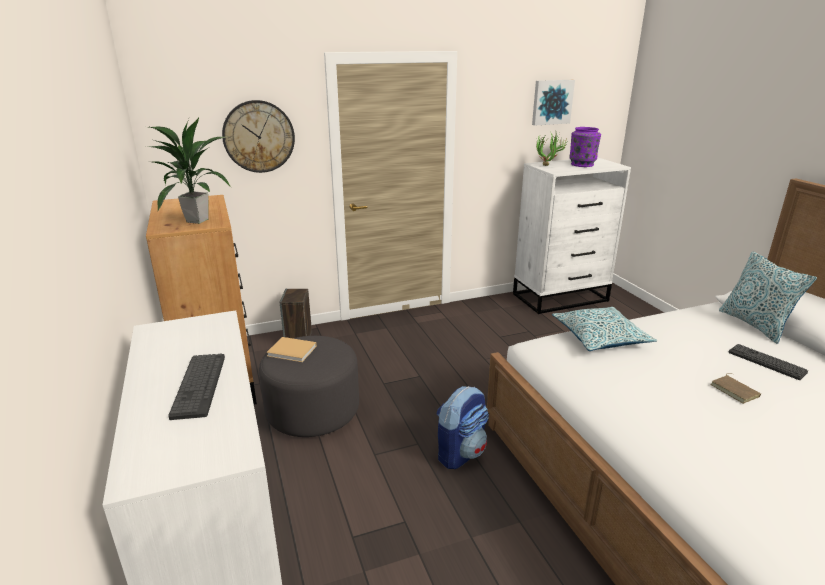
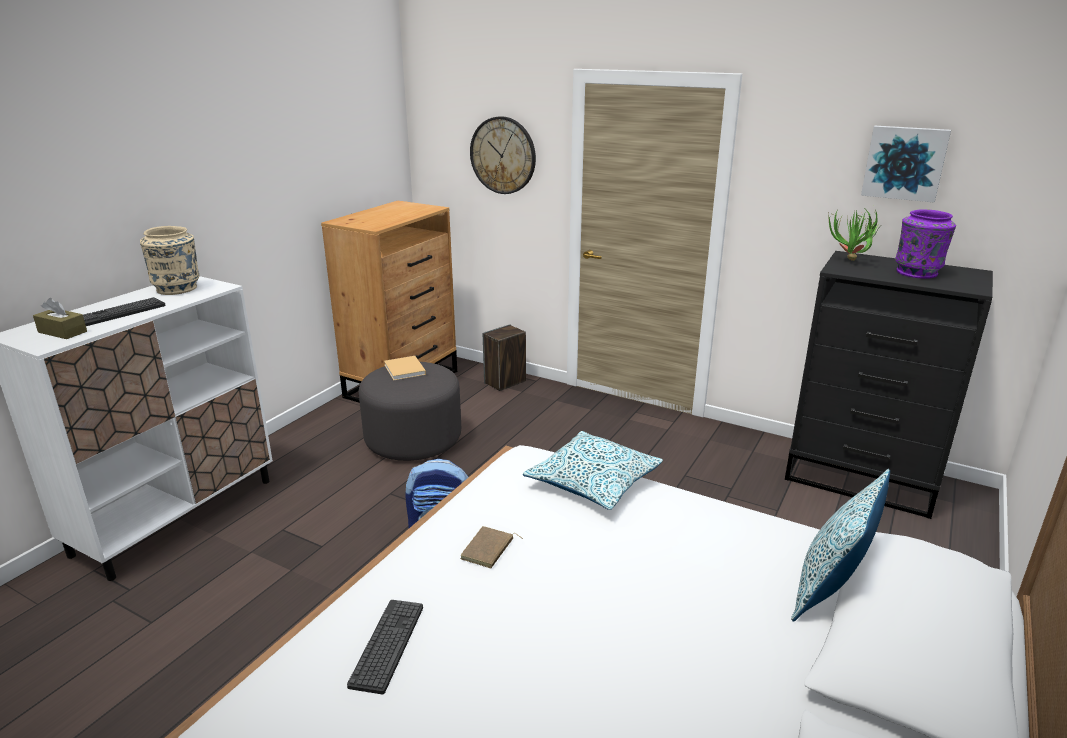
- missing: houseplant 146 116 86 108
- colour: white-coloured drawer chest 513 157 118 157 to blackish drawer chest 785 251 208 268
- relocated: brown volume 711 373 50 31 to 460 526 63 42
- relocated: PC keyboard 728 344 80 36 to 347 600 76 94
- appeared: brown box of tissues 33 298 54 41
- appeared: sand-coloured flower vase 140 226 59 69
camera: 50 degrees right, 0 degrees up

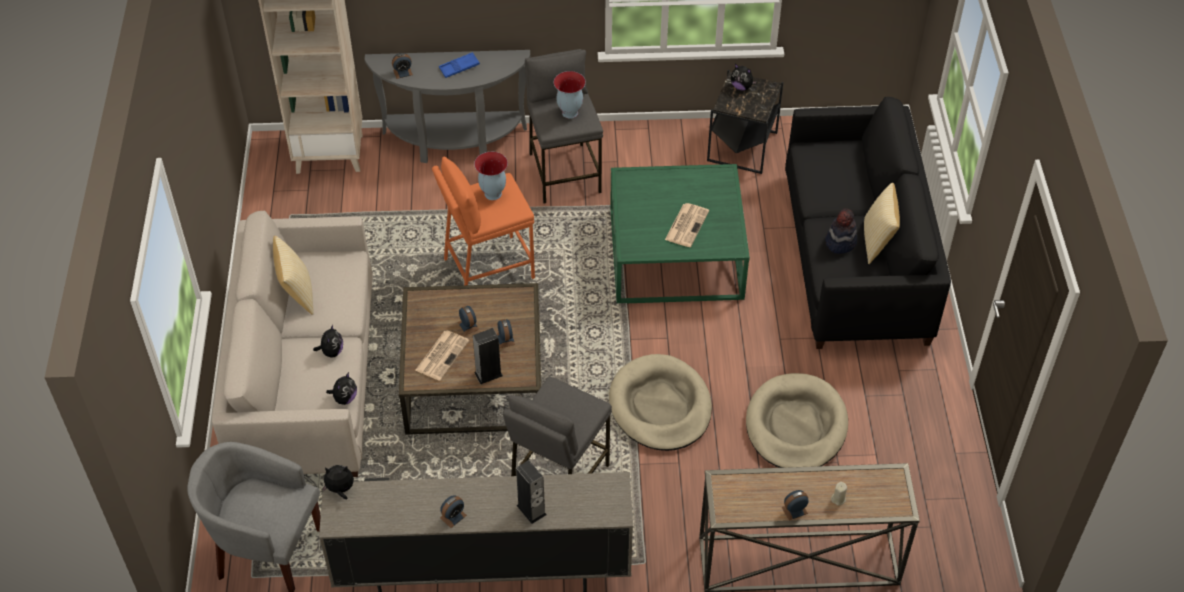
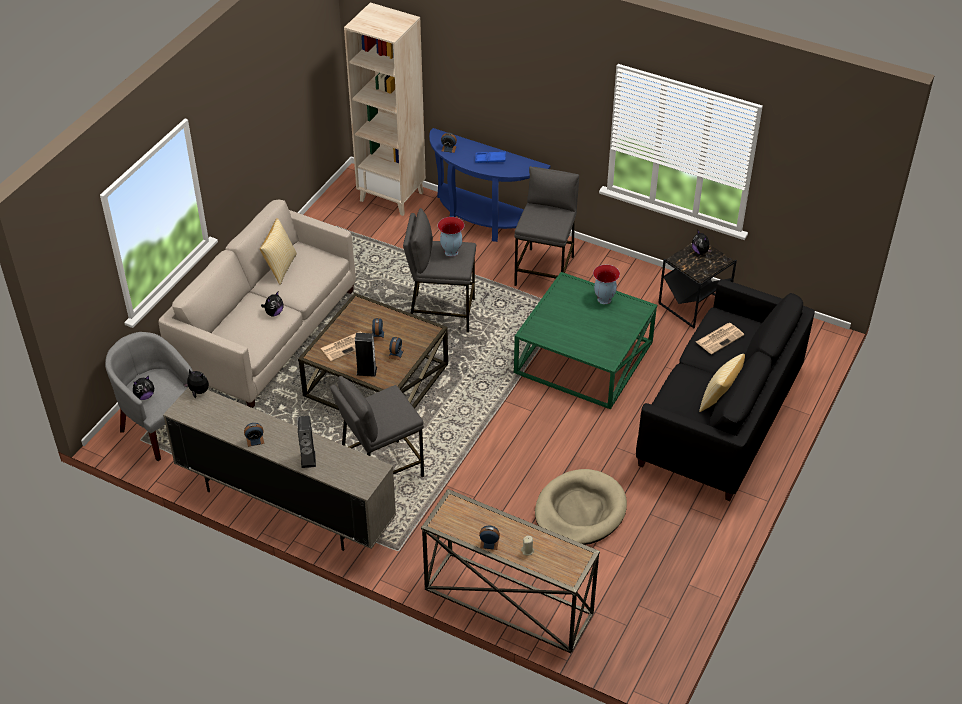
- relocated: cuddly toy 326 372 31 33 to 133 376 21 24
- colour: greyish narrow table 364 50 166 113 to bluish narrow table 429 128 121 114
- colour: orange stool 432 157 103 128 to greyish stool 403 208 73 125
- relocated: flower vase 554 71 32 48 to 593 265 27 39
- missing: sand-coloured pet bed 609 354 103 97
- relocated: newspaper 665 203 44 44 to 696 323 48 31
- missing: clothing hat 825 209 32 45
camera: 30 degrees right, 5 degrees down

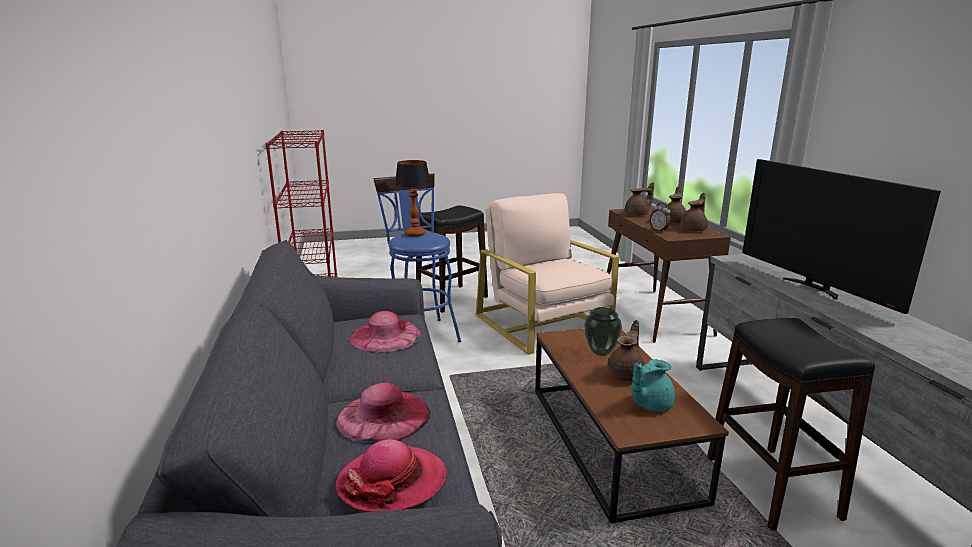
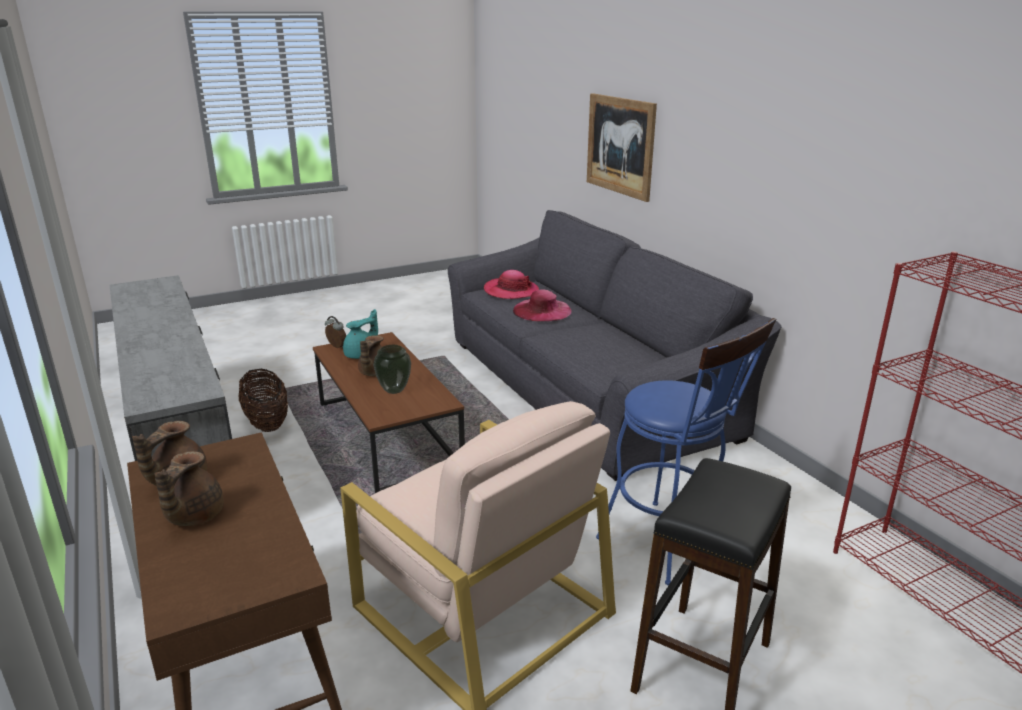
- missing: pink-coloured clothing hat 350 311 71 42
- missing: tabletop lamp 395 160 36 77
- missing: brown teapot 625 182 29 34
- relocated: bedside clock 650 203 21 29 to 325 316 21 32
- exchanged: blackish stool 707 318 168 213 to household basket 238 369 50 63
- missing: TV set 742 159 199 155
- appeared: picture 587 94 70 108
camera: 165 degrees right, 5 degrees up

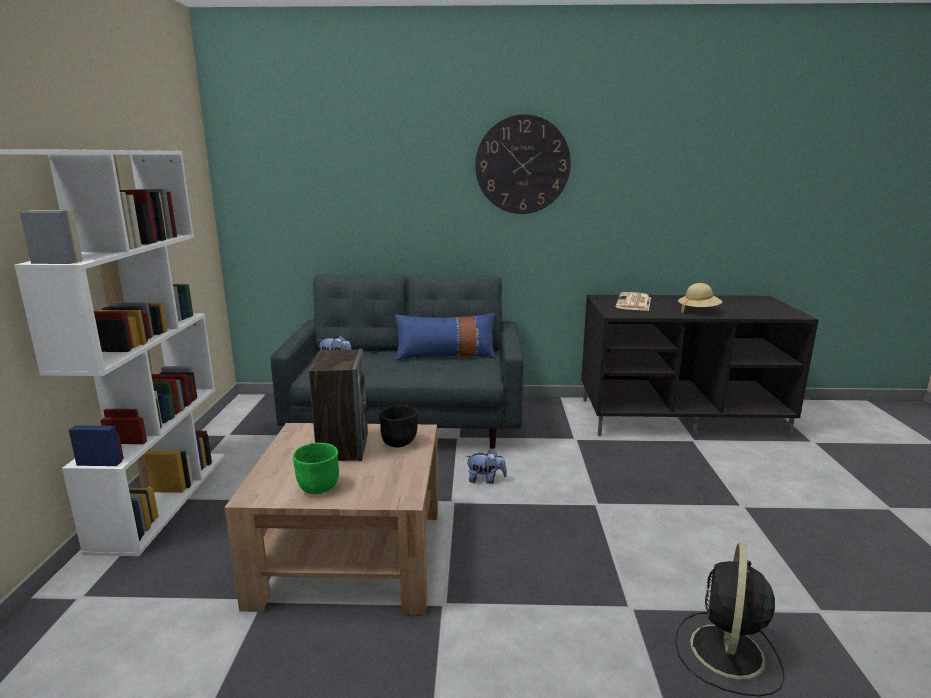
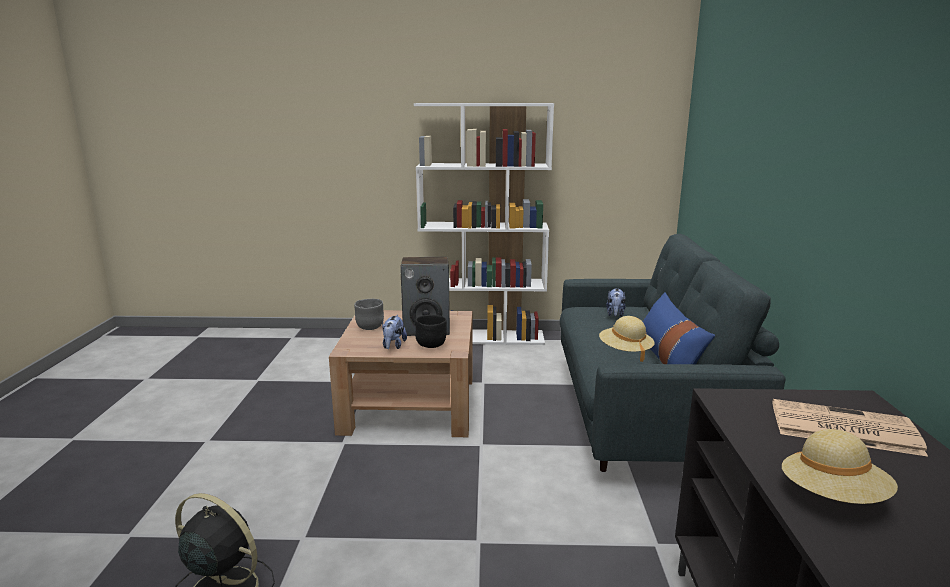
- colour: green deep dish 293 443 46 51 to greyish deep dish 354 299 30 31
- relocated: cuddly toy 466 450 41 34 to 382 315 25 34
- missing: clock on the wall 475 114 96 100
- appeared: sand-coloured clothing hat 599 316 56 46
camera: 90 degrees right, 0 degrees up

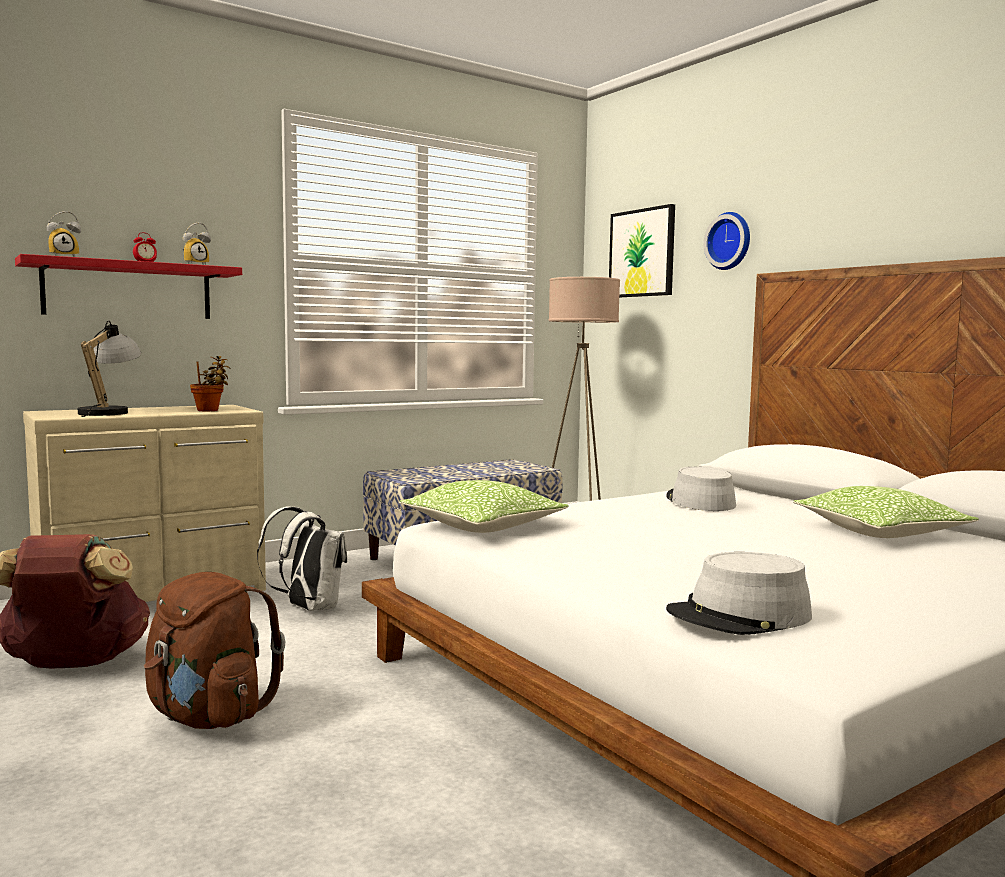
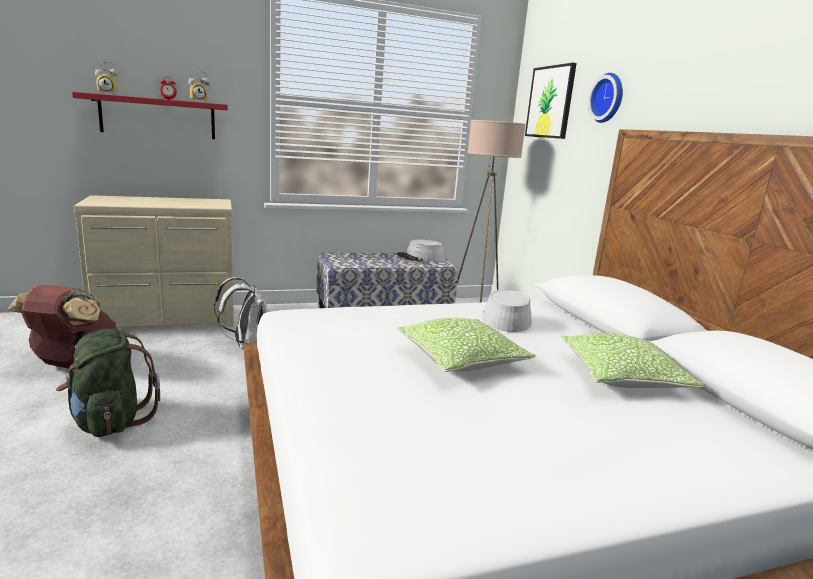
- missing: tabletop lamp 78 321 63 96
- colour: brown backpack 144 572 141 157 to green backpack 56 328 104 109
- missing: houseplant 190 356 41 55
- relocated: cushion 399 480 170 53 to 396 318 140 54
- relocated: greyish clothing hat 666 552 146 83 to 397 239 47 23
camera: 15 degrees right, 10 degrees up

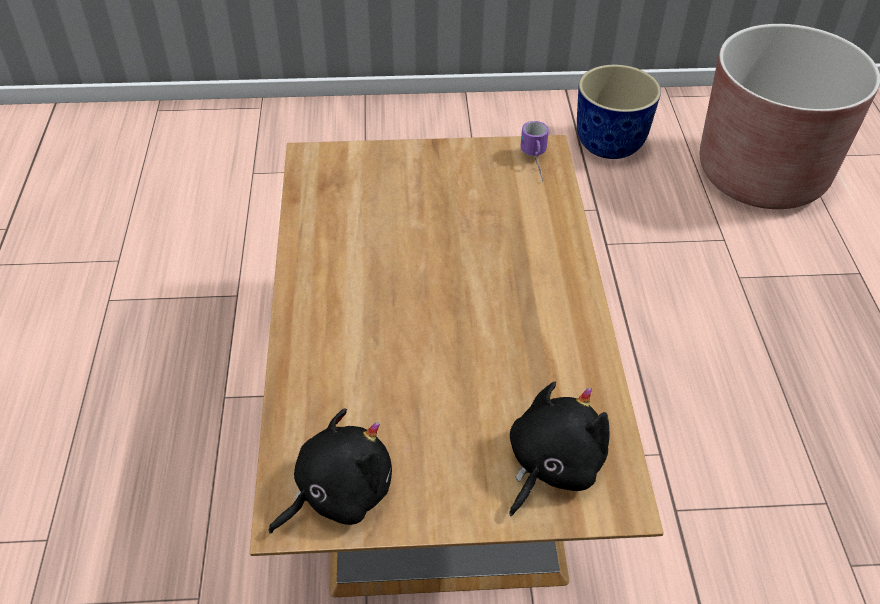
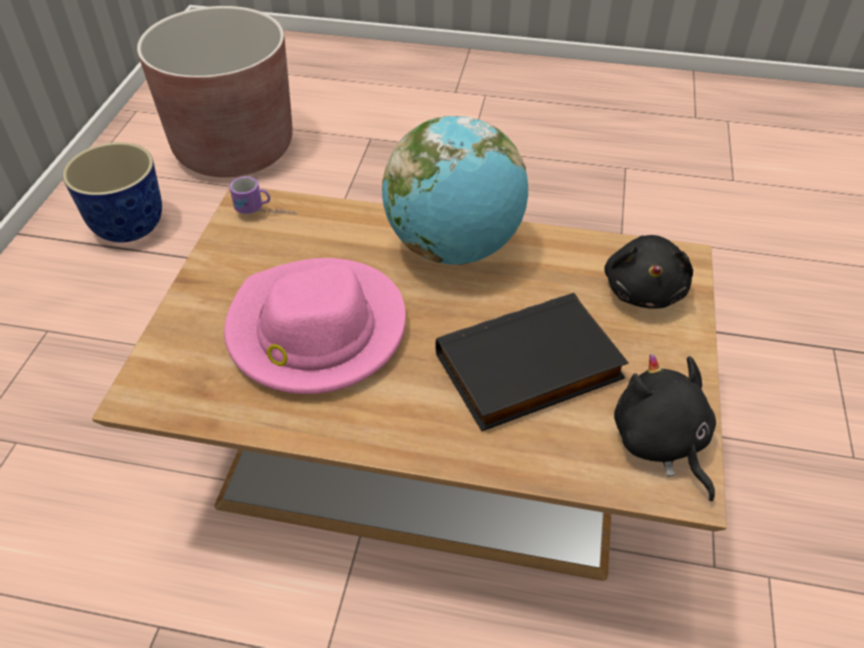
- spun: blackish cuddly toy 509 381 100 136 = 604 235 89 74 135 degrees counterclockwise
- appeared: pink-coloured clothing hat 224 258 182 136
- appeared: globe 382 116 146 149
- appeared: blackish volume 435 293 194 138
camera: 75 degrees left, 0 degrees up

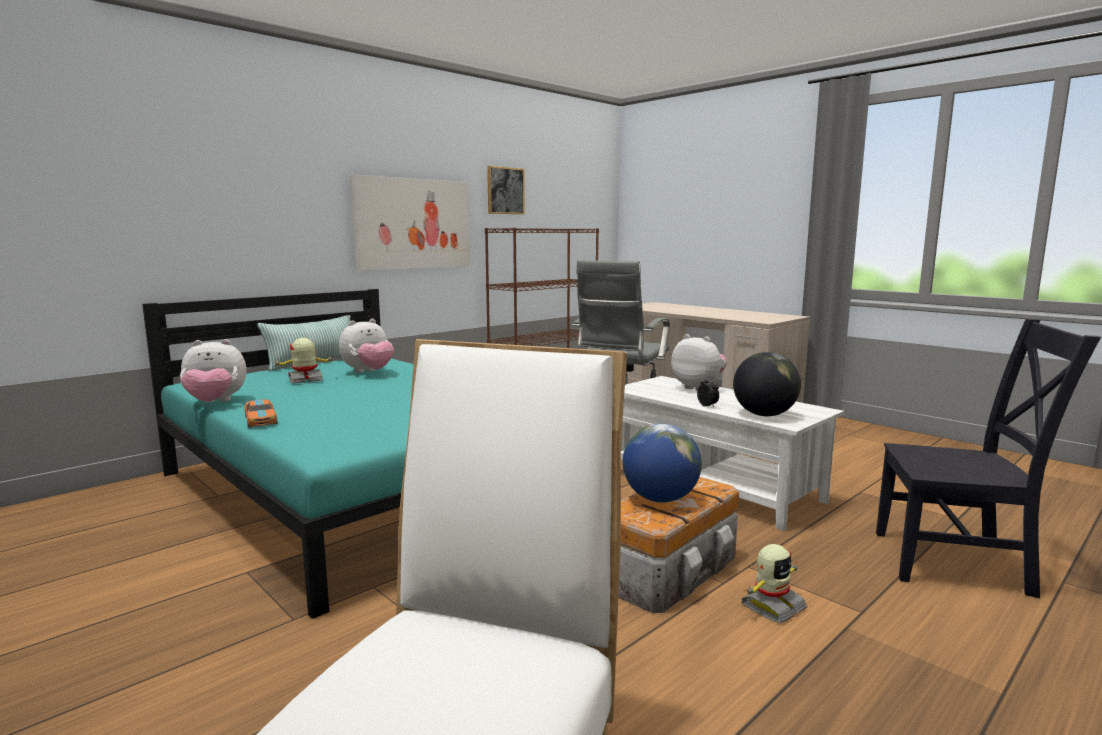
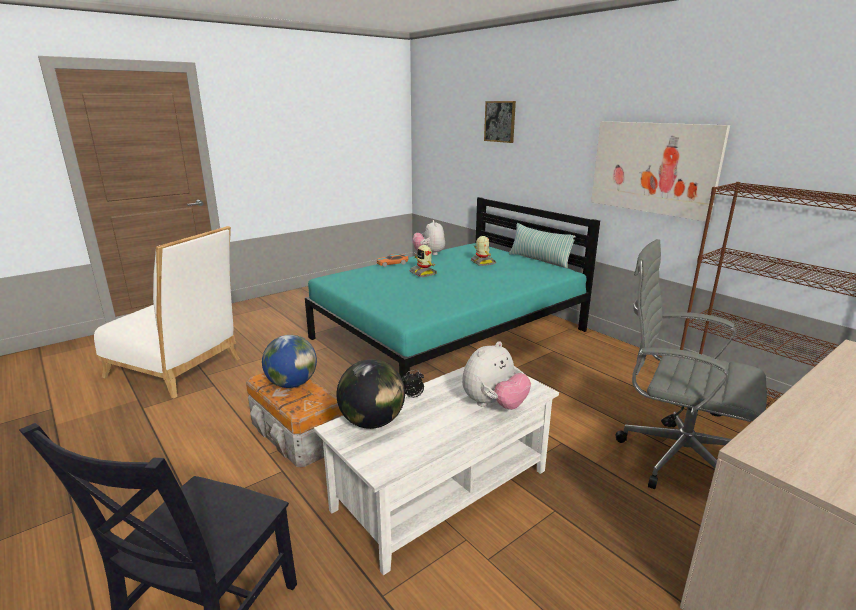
- missing: cuddly toy 339 319 55 54
- relocated: picture 487 166 38 48 to 484 101 32 42
- relocated: model robot 741 544 66 79 to 410 245 27 32
camera: 95 degrees right, 10 degrees up

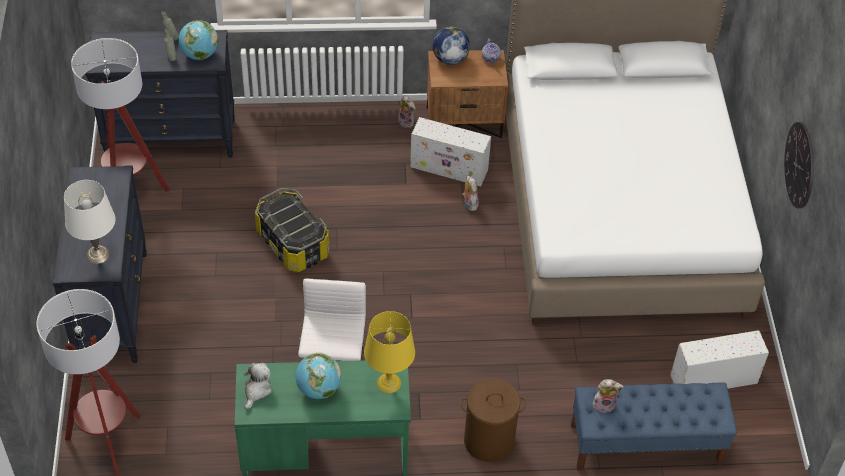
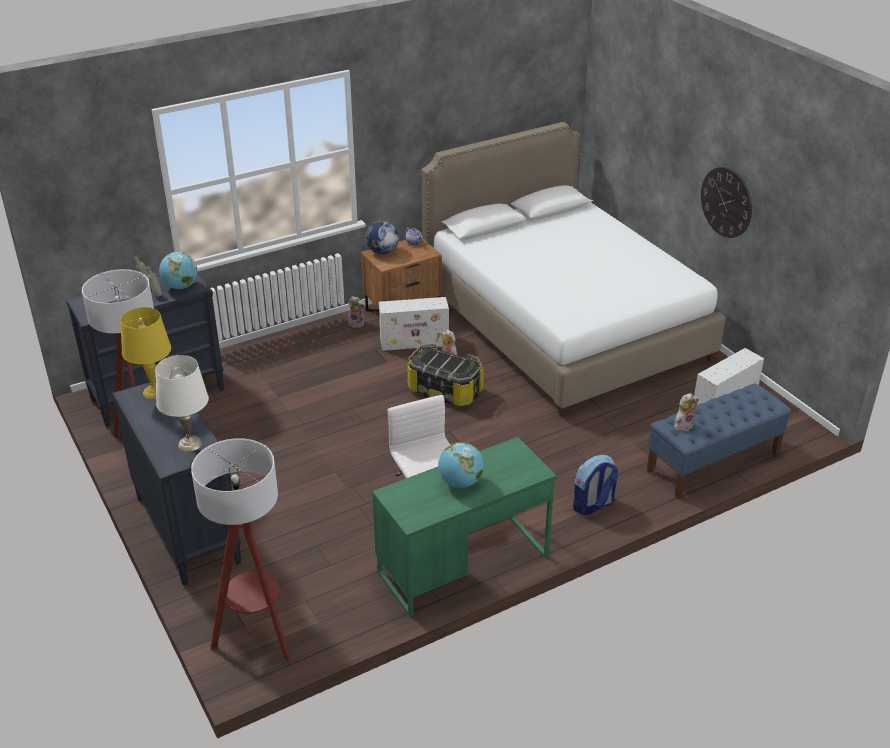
- missing: cuddly toy 244 363 28 46
- relocated: storage container 255 188 74 84 to 407 344 77 62
- relocated: yellowish tabletop lamp 364 311 51 82 to 120 307 51 92
- exchanged: brown laundry basket 461 379 65 83 to backpack 573 455 45 60
camera: 25 degrees left, 15 degrees down

